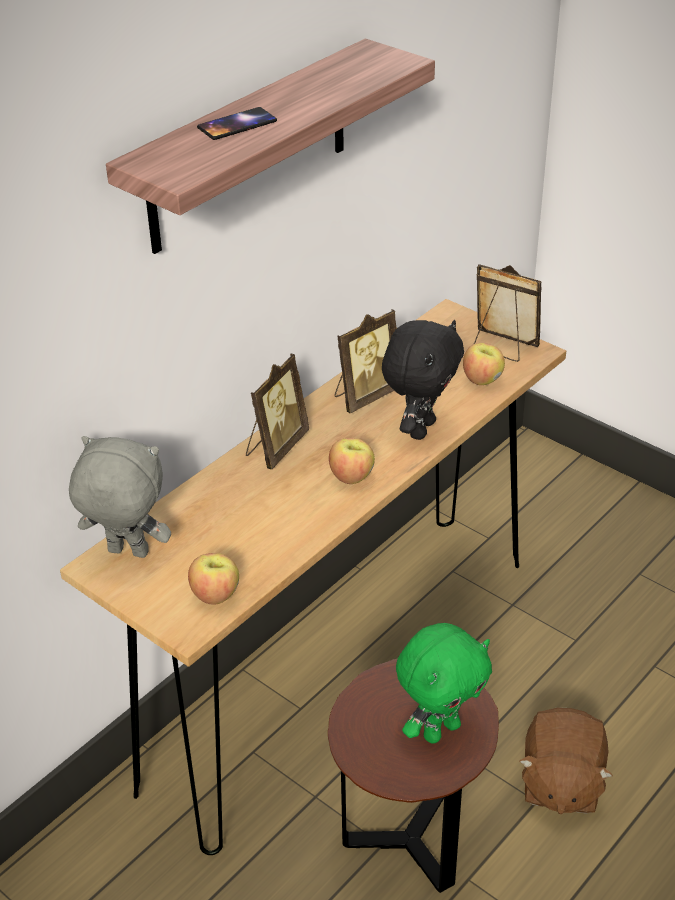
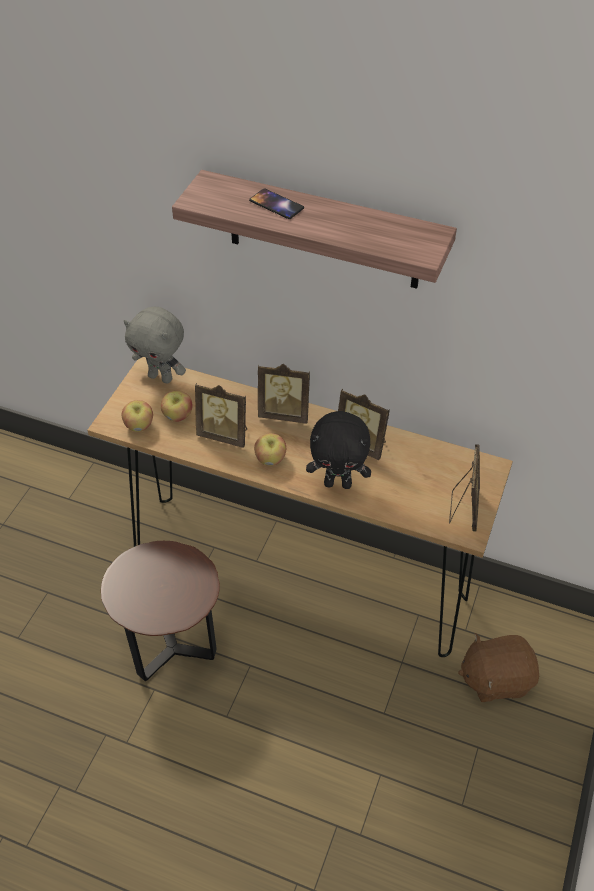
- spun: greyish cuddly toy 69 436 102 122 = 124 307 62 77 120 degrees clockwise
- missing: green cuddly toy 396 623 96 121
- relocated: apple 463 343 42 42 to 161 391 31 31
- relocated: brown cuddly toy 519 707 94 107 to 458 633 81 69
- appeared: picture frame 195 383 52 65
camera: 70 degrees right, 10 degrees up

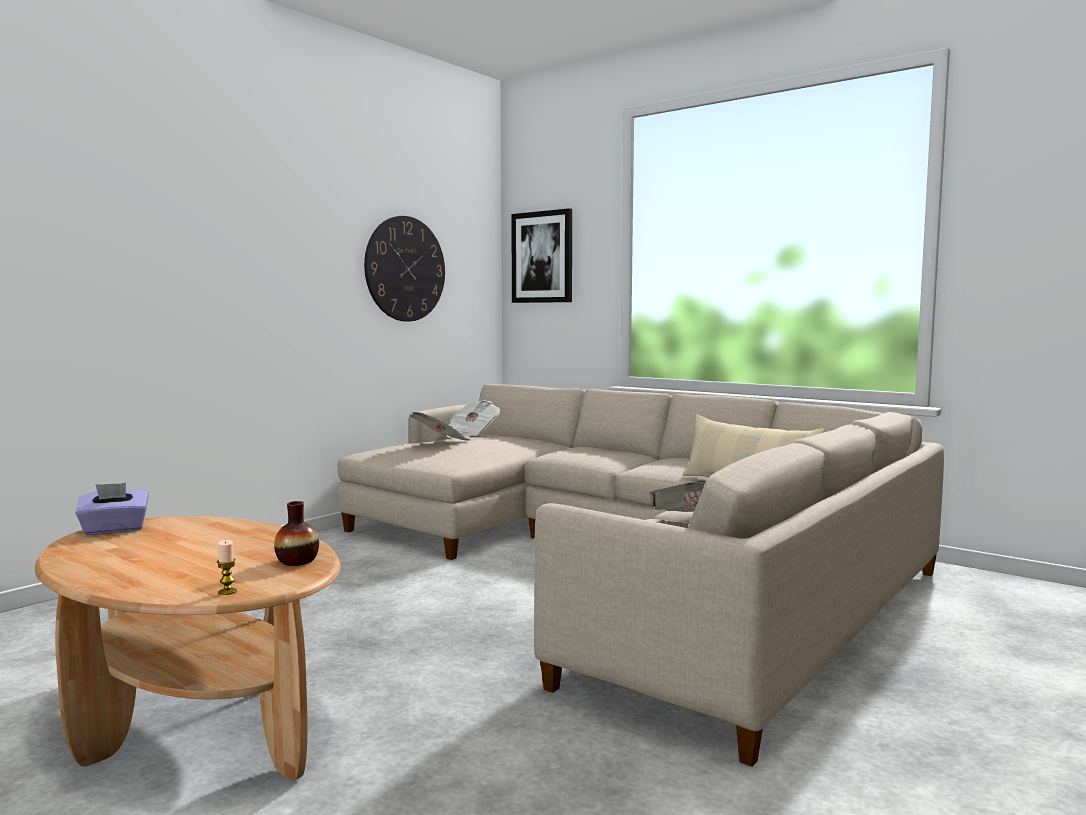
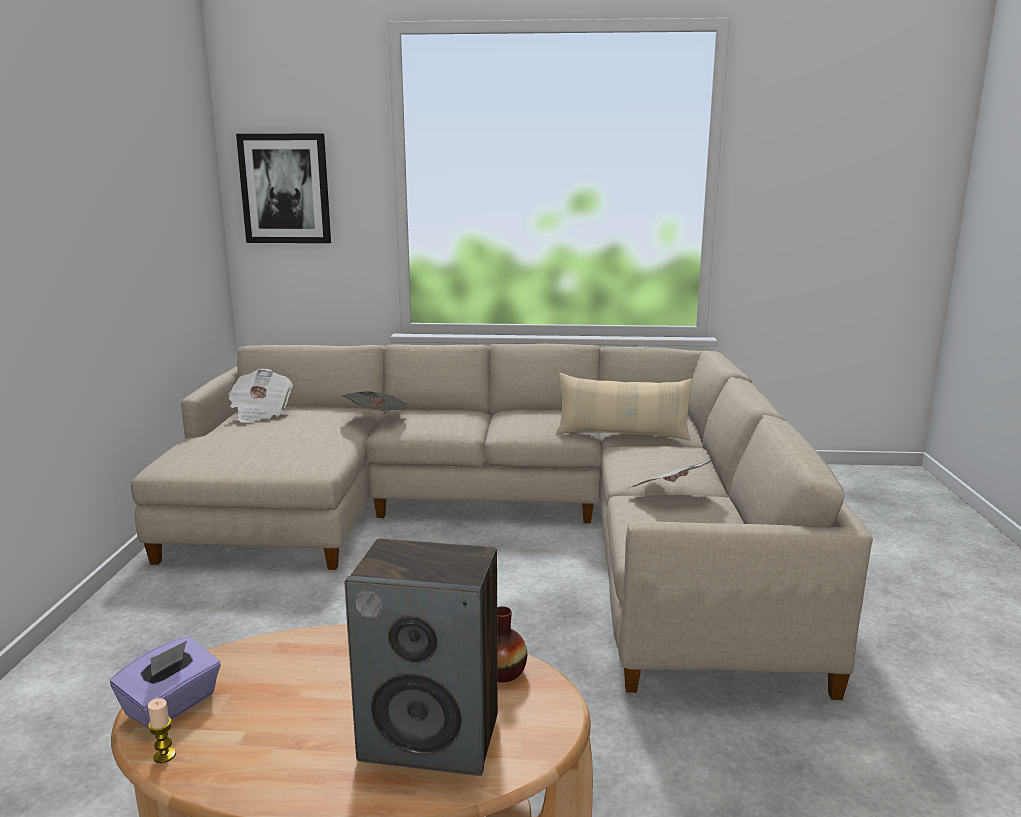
- relocated: candle 217 540 20 55 to 148 698 28 65
- missing: clock on the wall 364 216 81 106
- relocated: newspaper 410 412 60 29 to 343 391 64 19
- appeared: audio speaker 345 539 153 237
camera: 35 degrees left, 10 degrees up

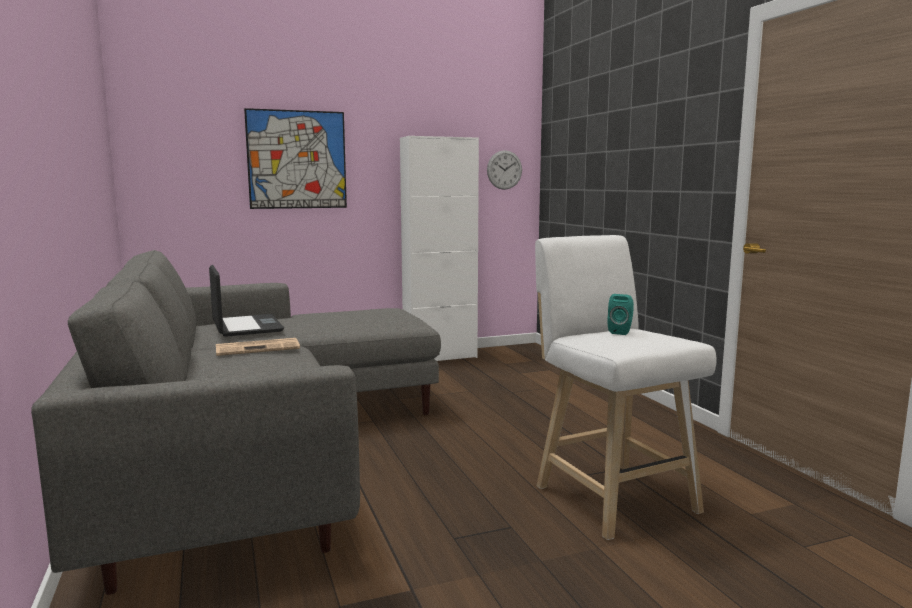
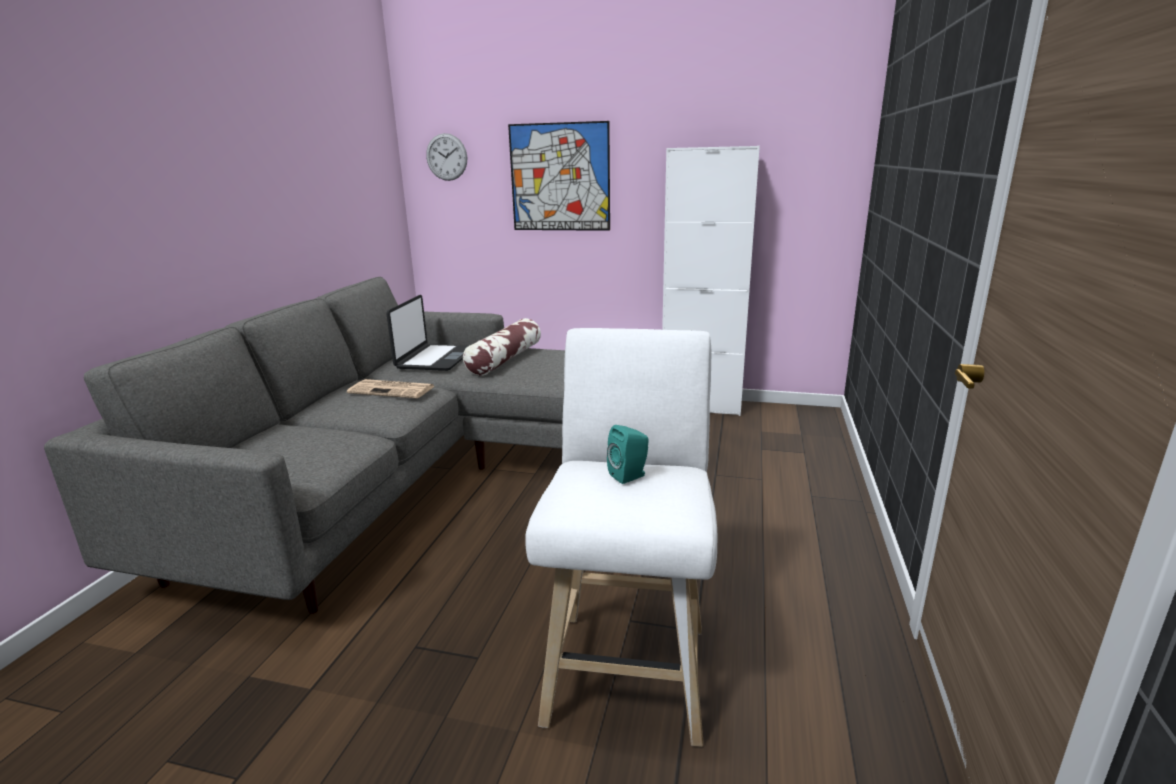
- relocated: clock on the wall 487 150 35 40 to 426 133 41 48
- appeared: cushion 463 318 78 57
camera: 35 degrees right, 10 degrees up

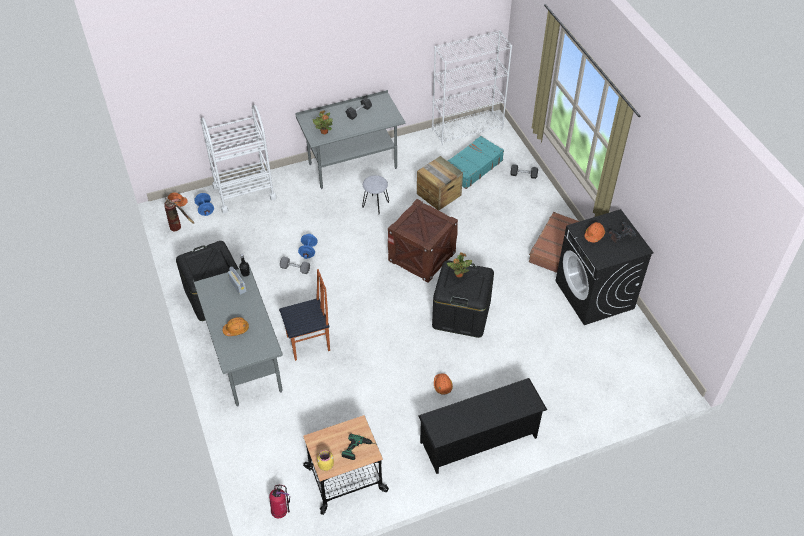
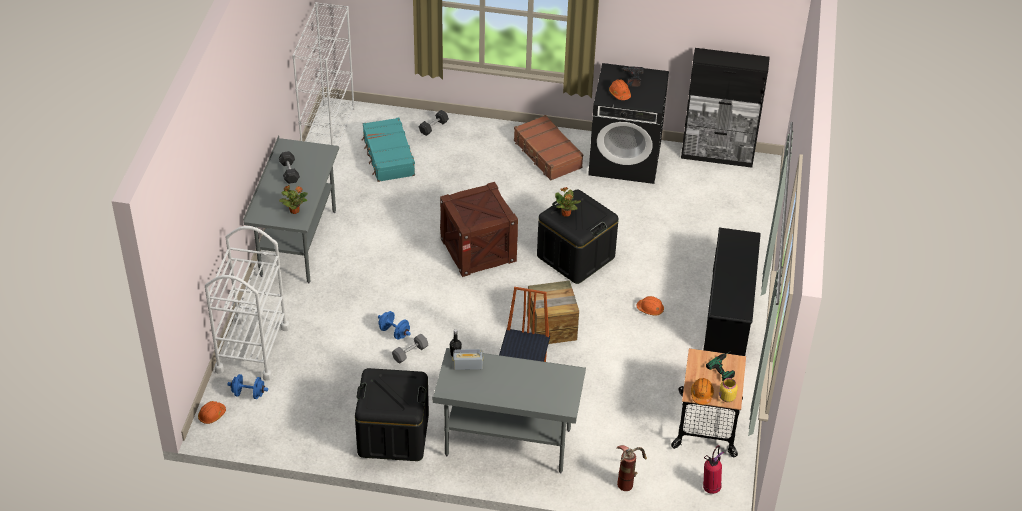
- relocated: extinguisher 164 198 30 33 to 616 445 31 46
- relocated: orange safety helmet 222 317 27 19 to 691 378 23 27
- missing: greyish stool 362 175 27 39
- relocated: crate 417 156 46 54 to 527 280 52 64
- appeared: blackish cupboard 681 48 89 120
camera: 60 degrees left, 5 degrees down

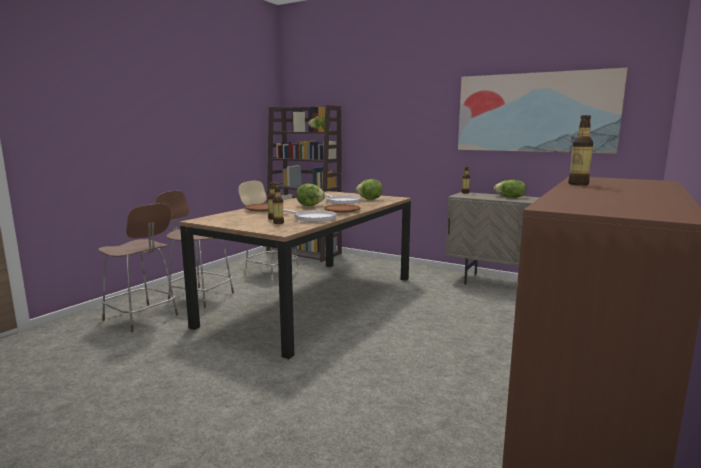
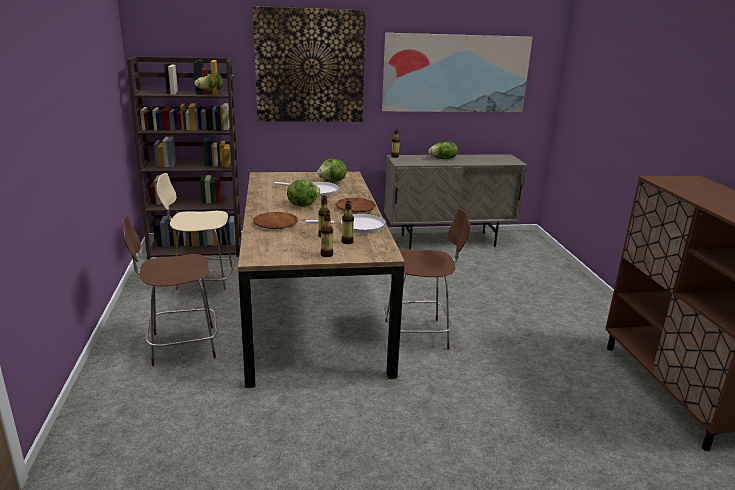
- relocated: brown stool 98 203 80 129 to 384 208 86 141
- relocated: bottle 568 115 25 70 to 321 212 12 45
- appeared: picture 253 6 113 116
camera: 40 degrees left, 10 degrees up

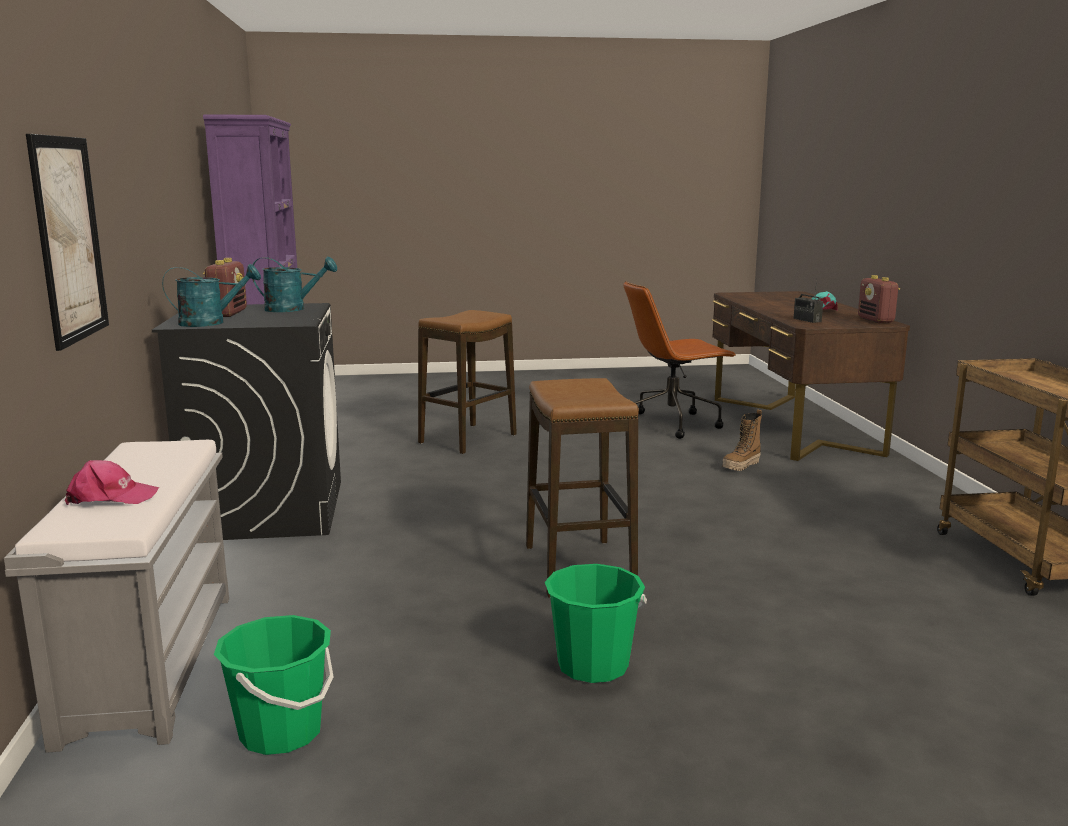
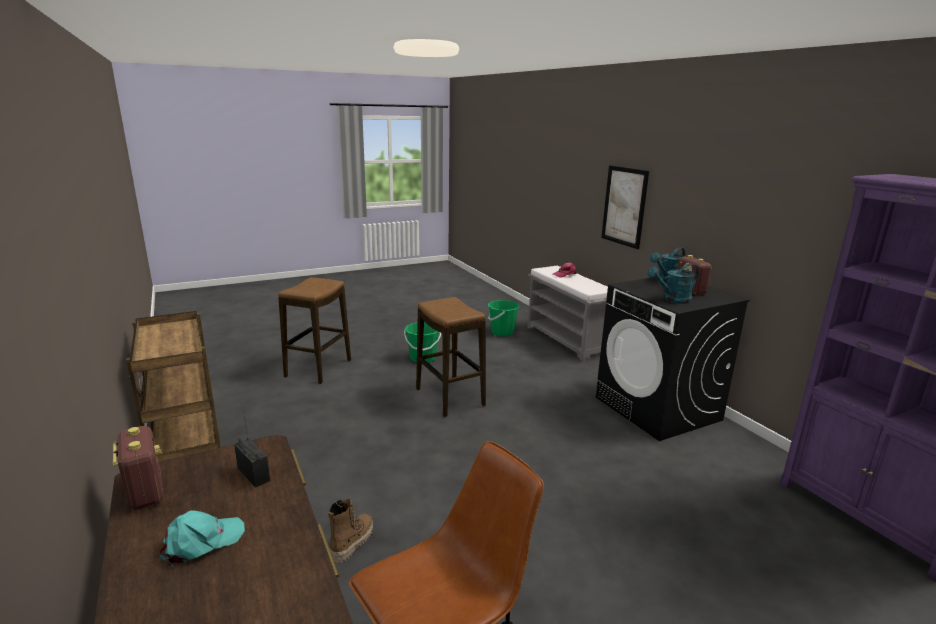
- relocated: stool 418 310 99 144 to 278 277 73 107
camera: 160 degrees right, 5 degrees up

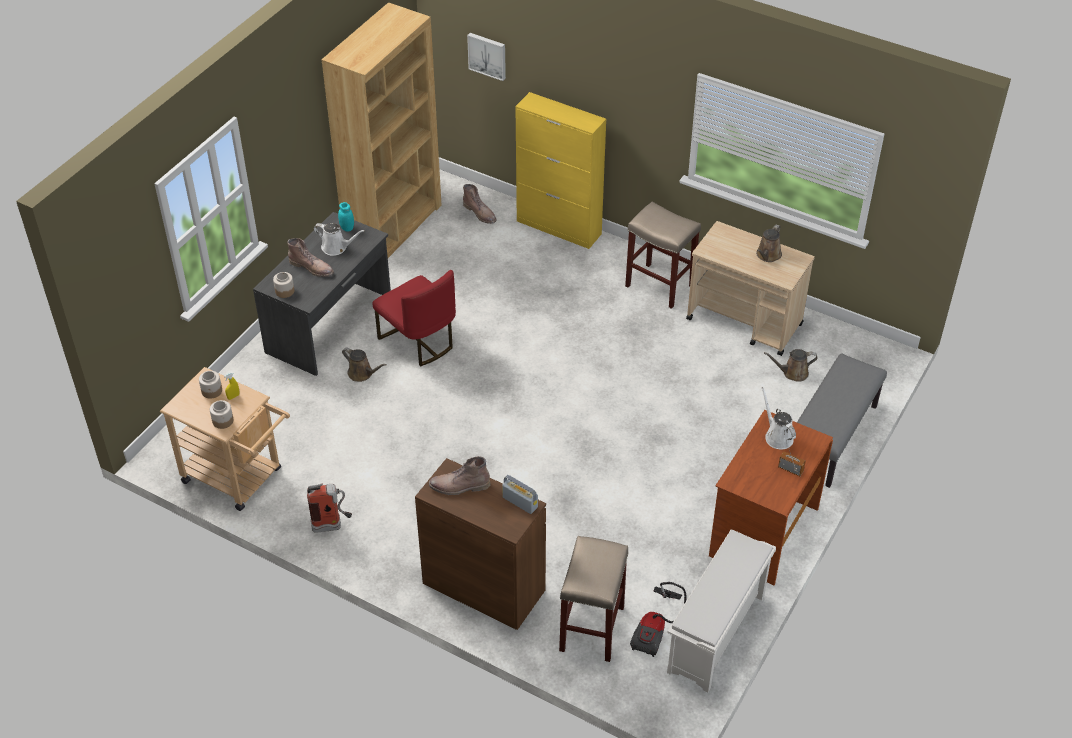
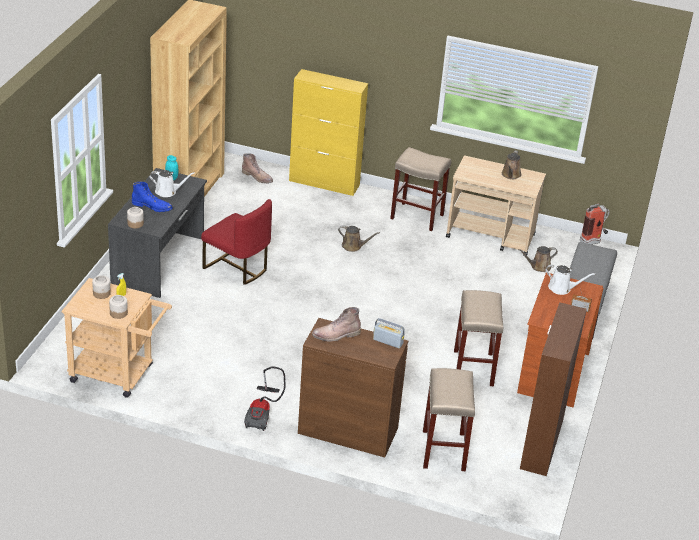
- colour: brown high-top boot 287 238 47 39 to bluish high-top boot 132 182 41 30
- relocated: extinguisher 307 484 45 49 to 580 203 30 42
- relocated: brown watering pot 342 348 45 34 to 338 225 42 27
- missing: picture 467 33 39 48
- relocated: hoover 630 582 56 75 to 244 366 42 65
- exchanged: white-coloured shoe rack 667 530 109 163 to brown cupboard 520 302 67 174
- spun: white-coloured watering pot 761 387 35 62 = 545 265 50 30 150 degrees clockwise
- appeared: sand-coloured stool 454 290 49 96
camera: 15 degrees left, 10 degrees down

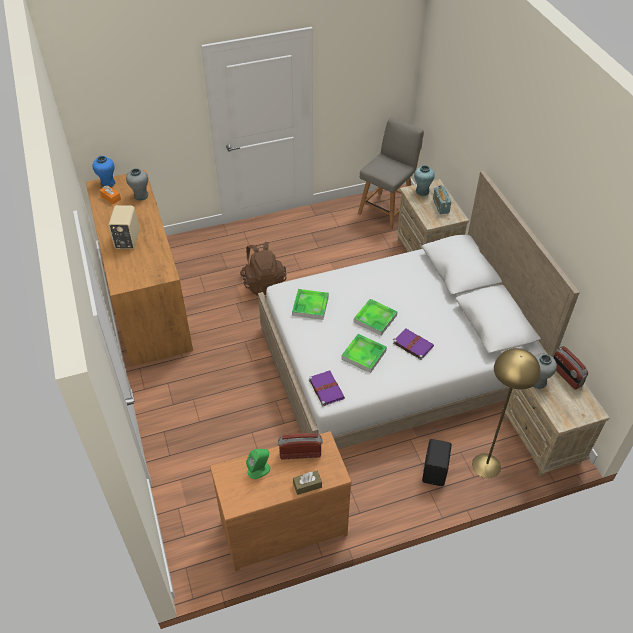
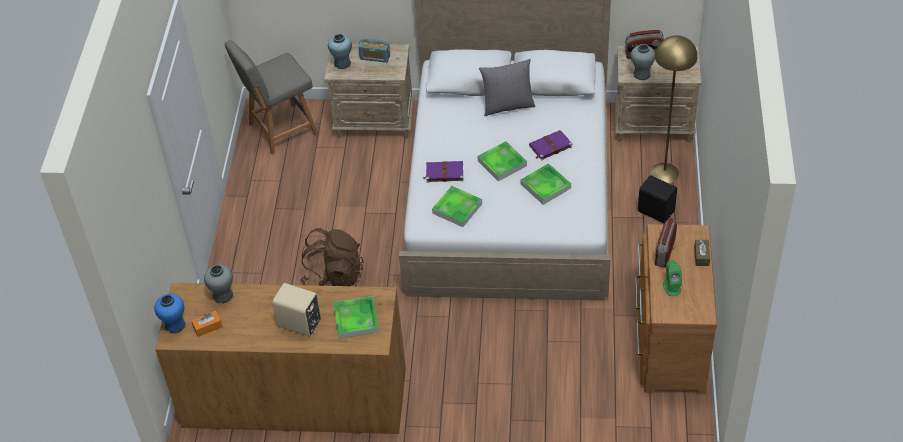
- relocated: purple-coloured volume 309 371 36 35 to 423 161 40 22
- spun: greyish upright chair 358 117 66 113 = 225 40 93 115 90 degrees counterclockwise
- appeared: tray 333 296 46 43
- appeared: greyish cushion 479 59 56 57
camera: 65 degrees left, 0 degrees up

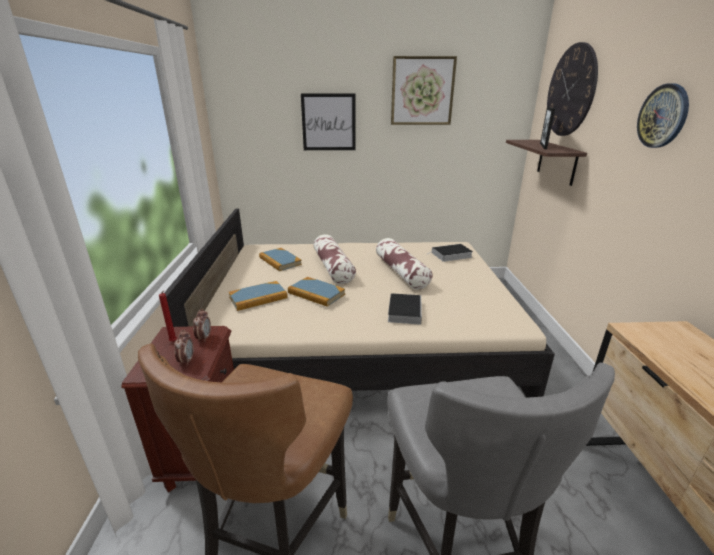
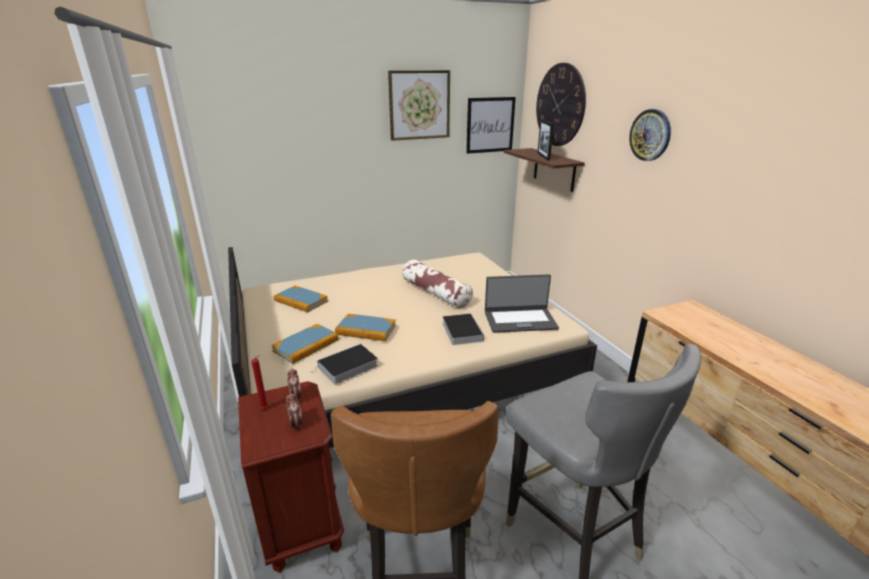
- relocated: picture 301 93 54 57 to 466 97 50 57
- missing: cushion 313 234 43 50
- relocated: volume 428 244 45 18 to 312 344 66 41
- appeared: laptop 485 274 74 59
camera: 20 degrees left, 0 degrees up

